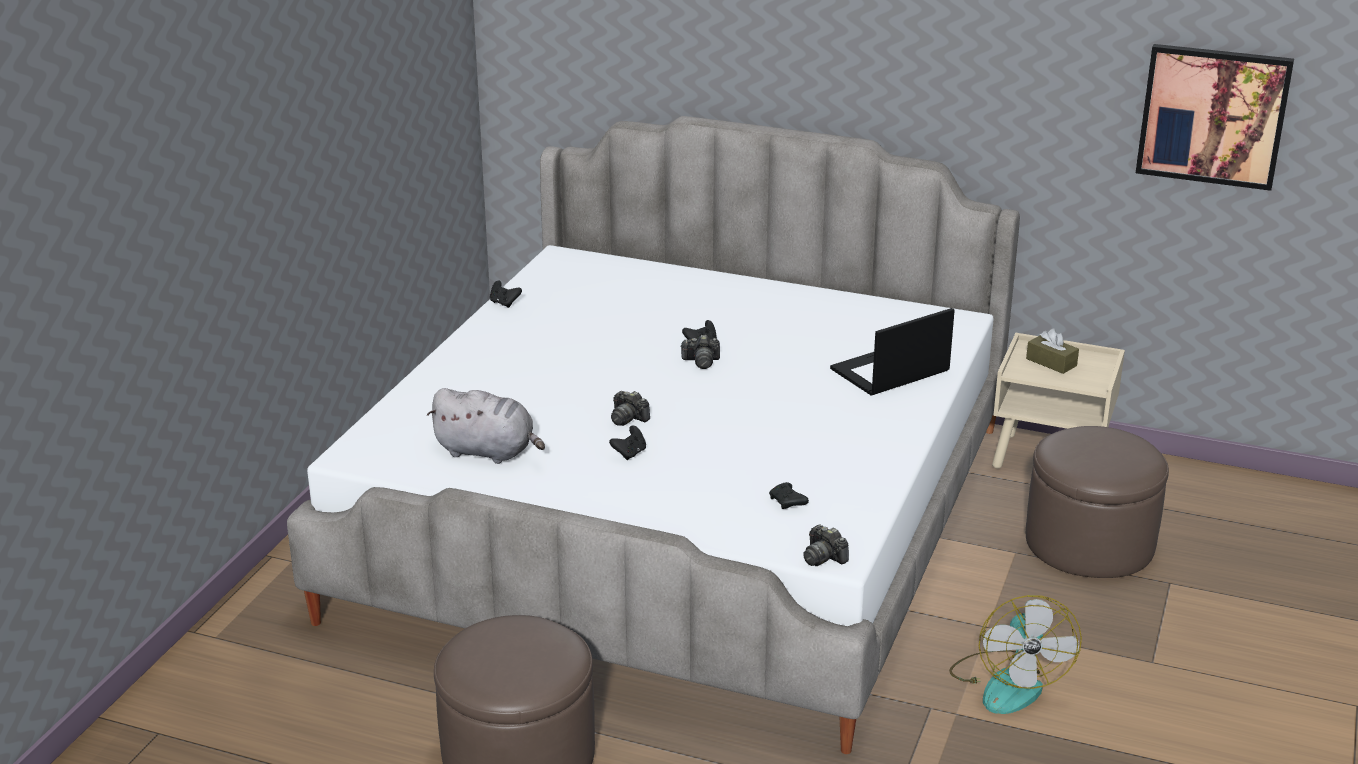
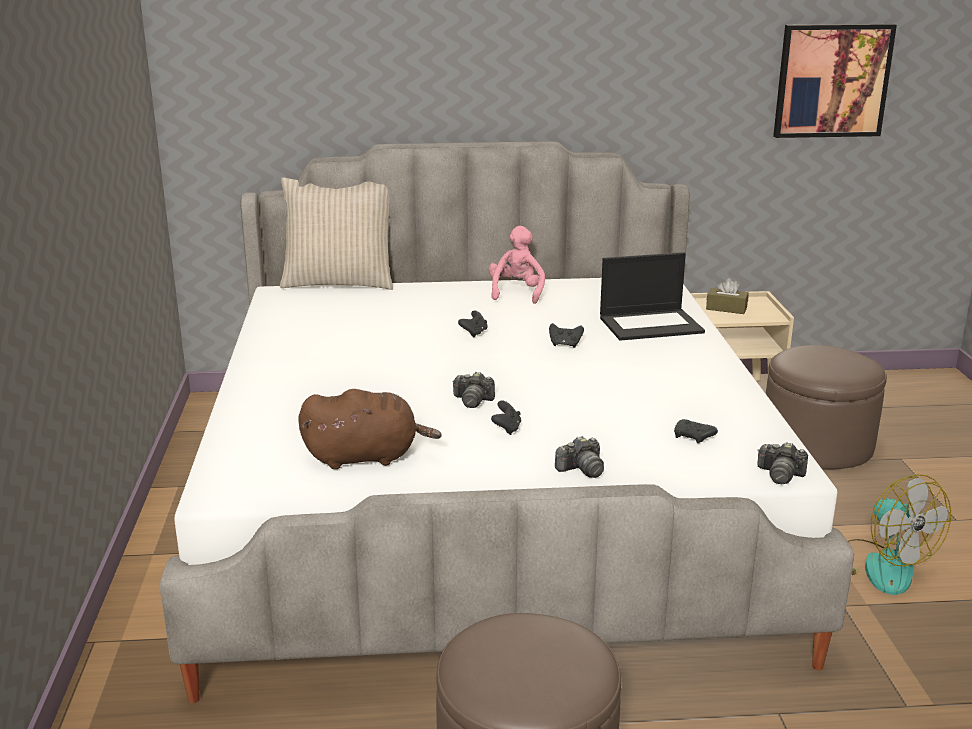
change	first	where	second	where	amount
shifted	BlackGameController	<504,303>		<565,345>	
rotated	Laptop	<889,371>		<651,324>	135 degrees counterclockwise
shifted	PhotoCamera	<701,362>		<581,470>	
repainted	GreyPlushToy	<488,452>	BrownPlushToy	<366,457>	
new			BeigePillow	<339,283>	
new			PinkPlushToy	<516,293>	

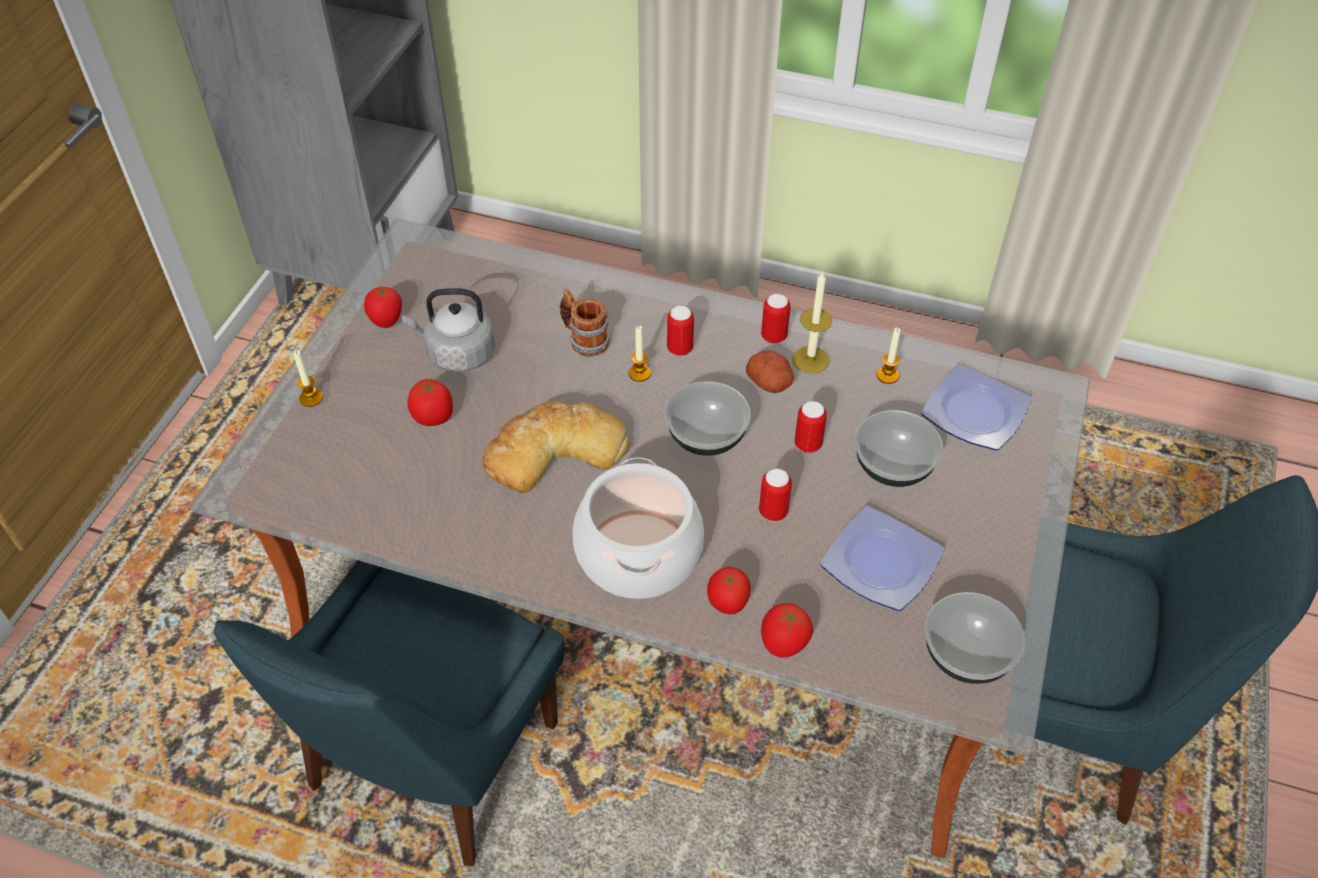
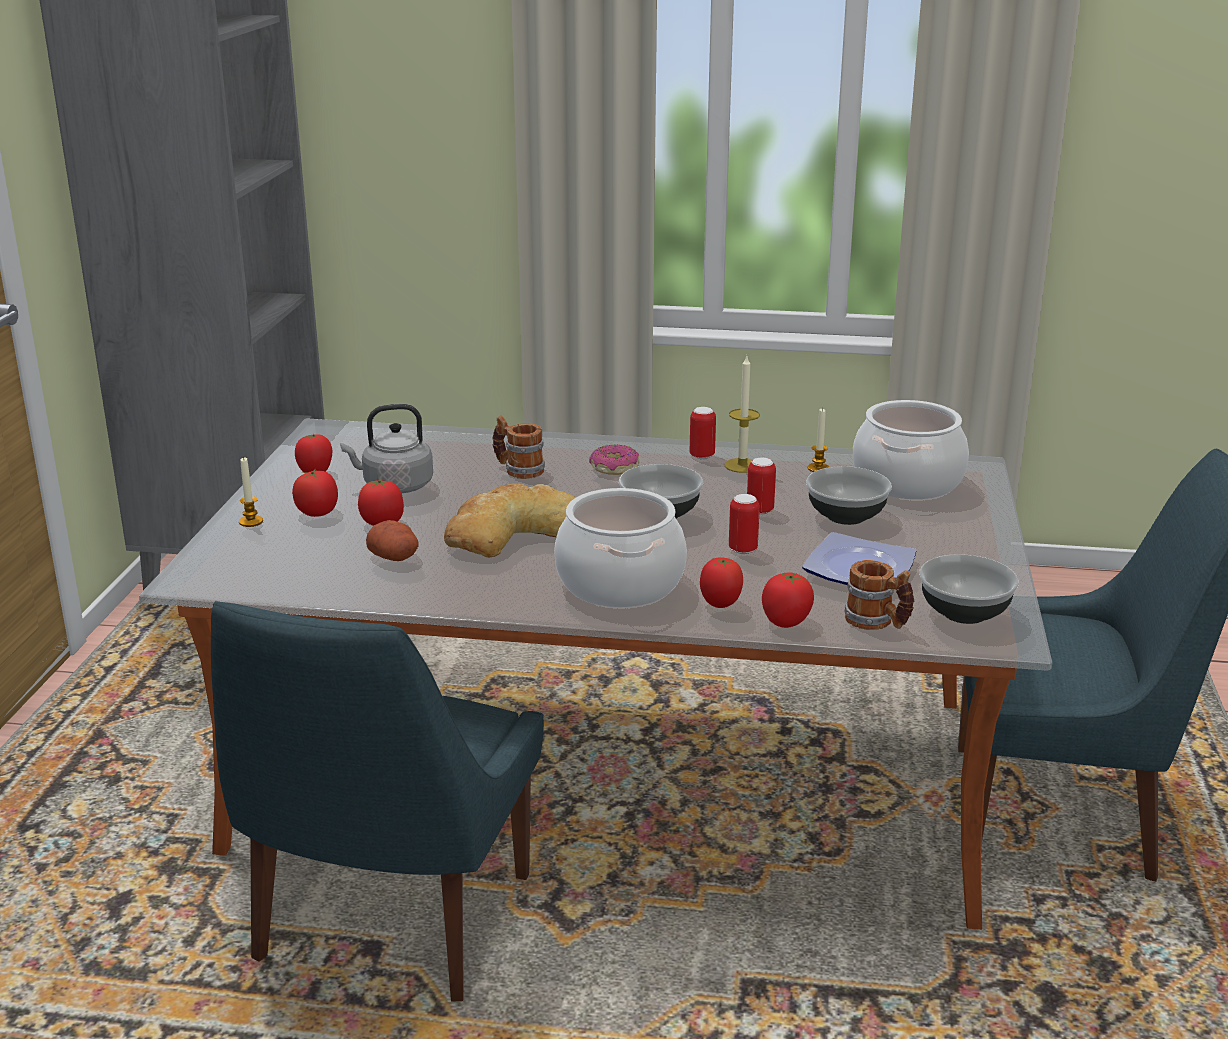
change	first	where	second	where	amount
swapped	Can	<680,348>	Donut	<614,468>	
gone	Candle	<639,373>			
shifted	Potato	<770,383>		<395,557>	
swapped	Plate	<974,411>	CookingPot	<907,481>	
new			Tomato	<318,513>	
new			Mug	<877,622>	

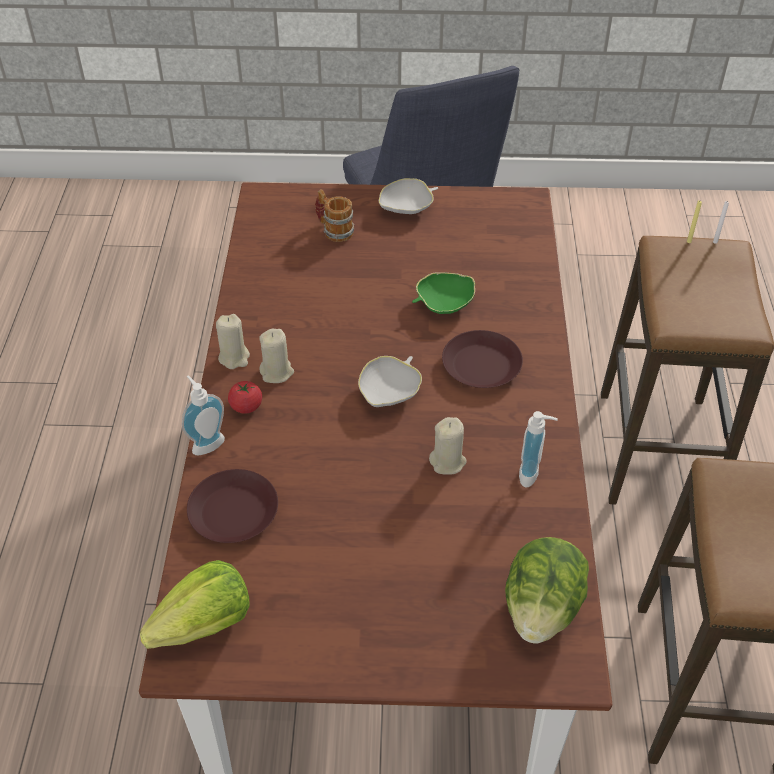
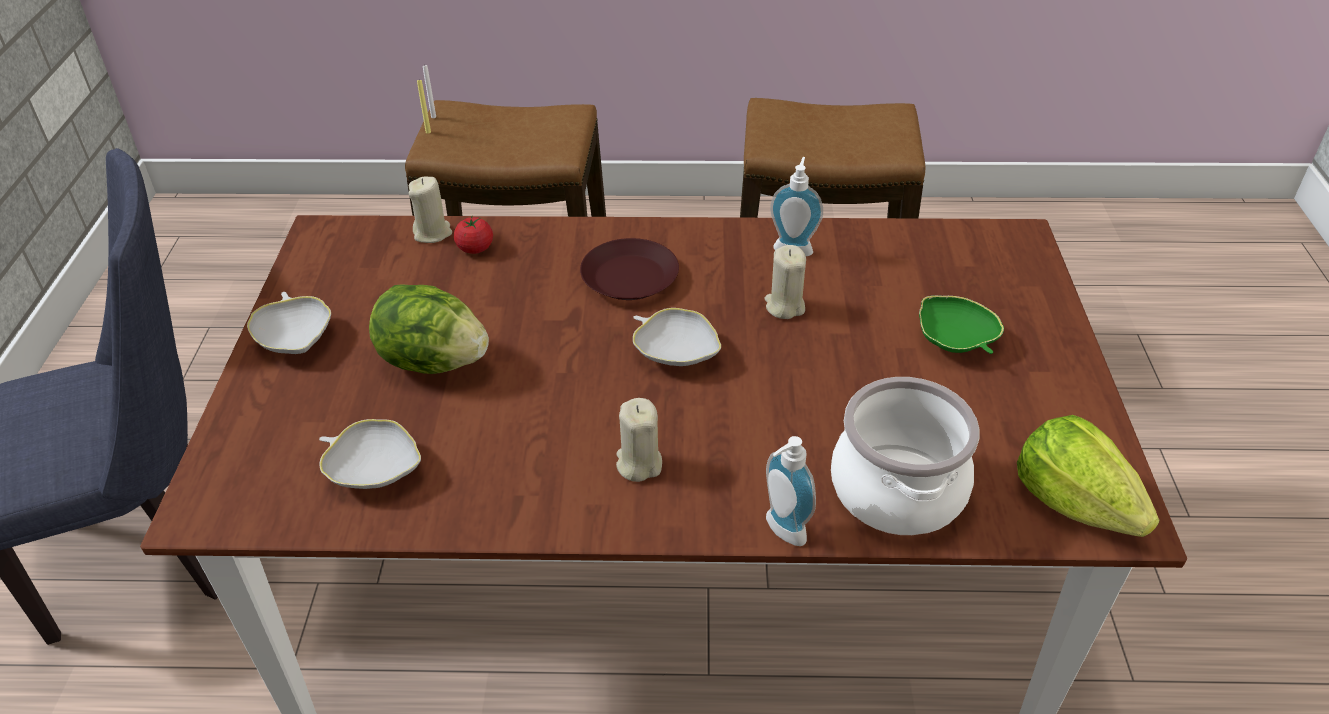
change	first	where	second	where	amount
gone	Mug	<334,230>			
shifted	GreenBowl	<444,303>		<955,341>	
shifted	BeigeCandle	<234,357>		<433,233>	
shifted	Tomato	<246,406>		<475,248>	
swapped	BrownPlate	<234,511>	CookingPot	<896,490>	
shifted	Lettuce	<542,609>		<433,362>	
new			WhiteBowl	<373,470>	

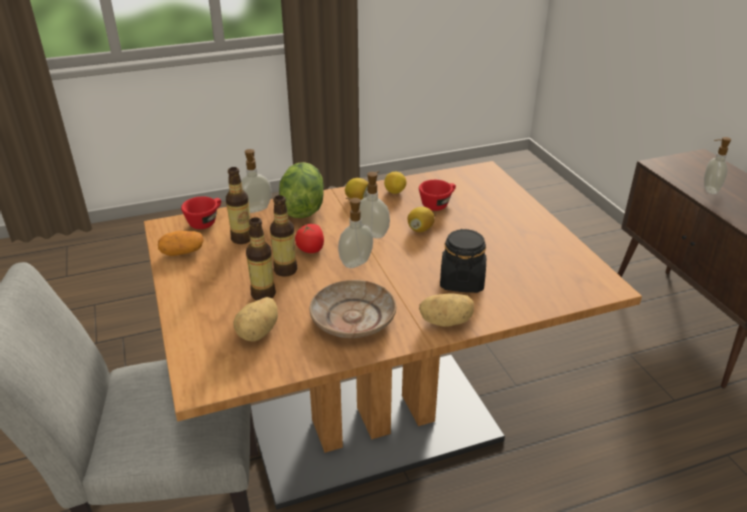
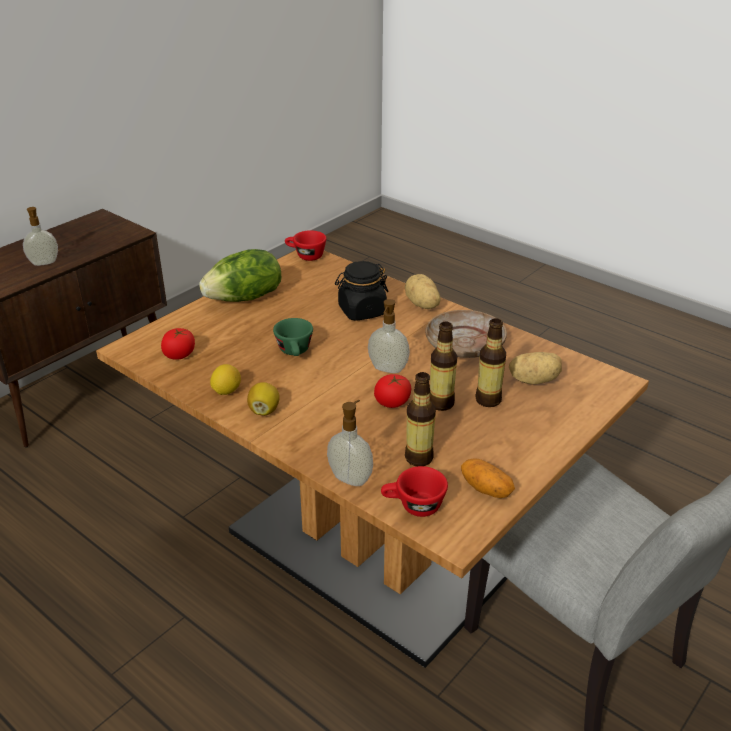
change	first	where	second	where	amount
shifted	Lettuce	<302,208>		<245,298>	
gone	SoapDispenser	<373,233>			
shifted	RedCup	<438,204>		<305,256>	
swapped	Lemon	<420,229>	GreenCup	<295,352>	
new			Tomato	<179,355>	

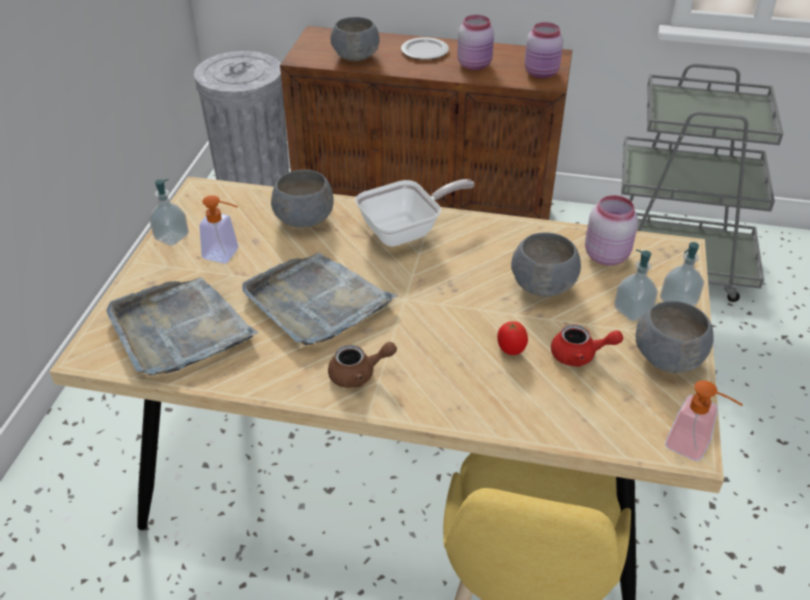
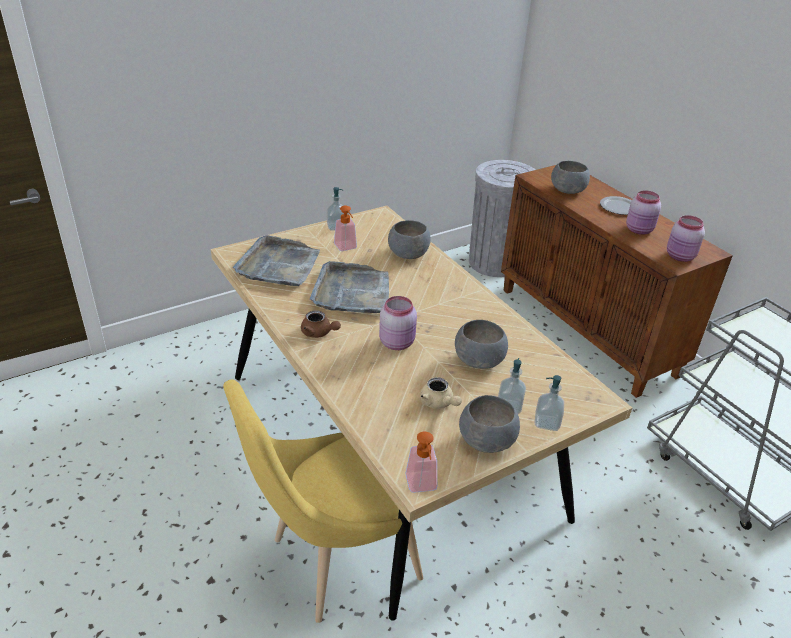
change	first	where	second	where	amount
gone	FryingPan	<406,231>			
shifted	PinkJar	<606,255>		<397,342>	
gone	Tomato	<510,350>			
repainted	RedTeapot	<580,355>	BeigeTeapot	<438,403>	

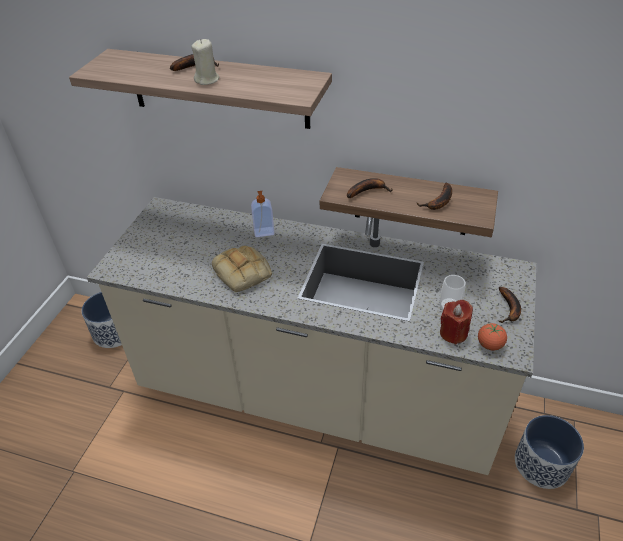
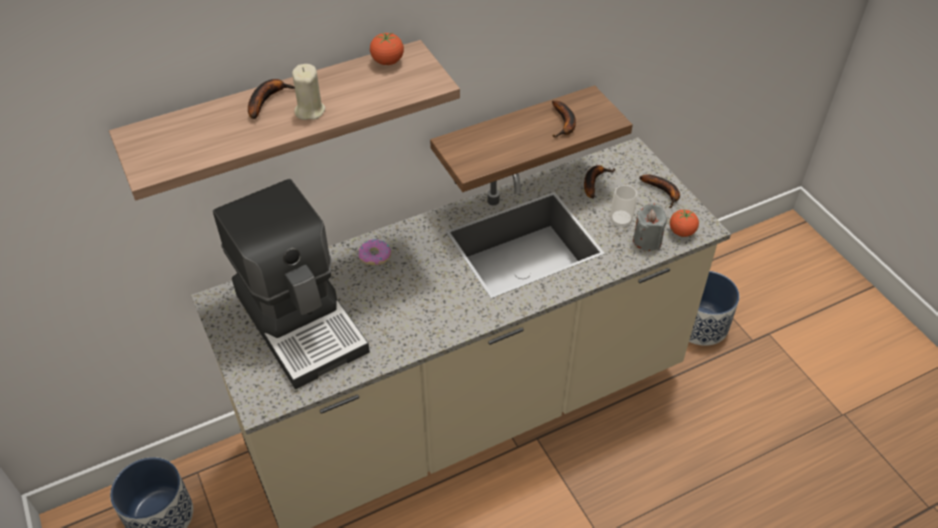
change	first	where	second	where	amount
shifted	Banana	<368,191>		<594,182>	
swapped	SoapDispenser	<264,232>	Donut	<375,256>	
gone	Bread	<243,272>			
repainted	RedCandle	<453,333>	GreyCandle	<647,240>	
new			Tomato	<387,61>	
new			CoffeeMachine	<302,320>	

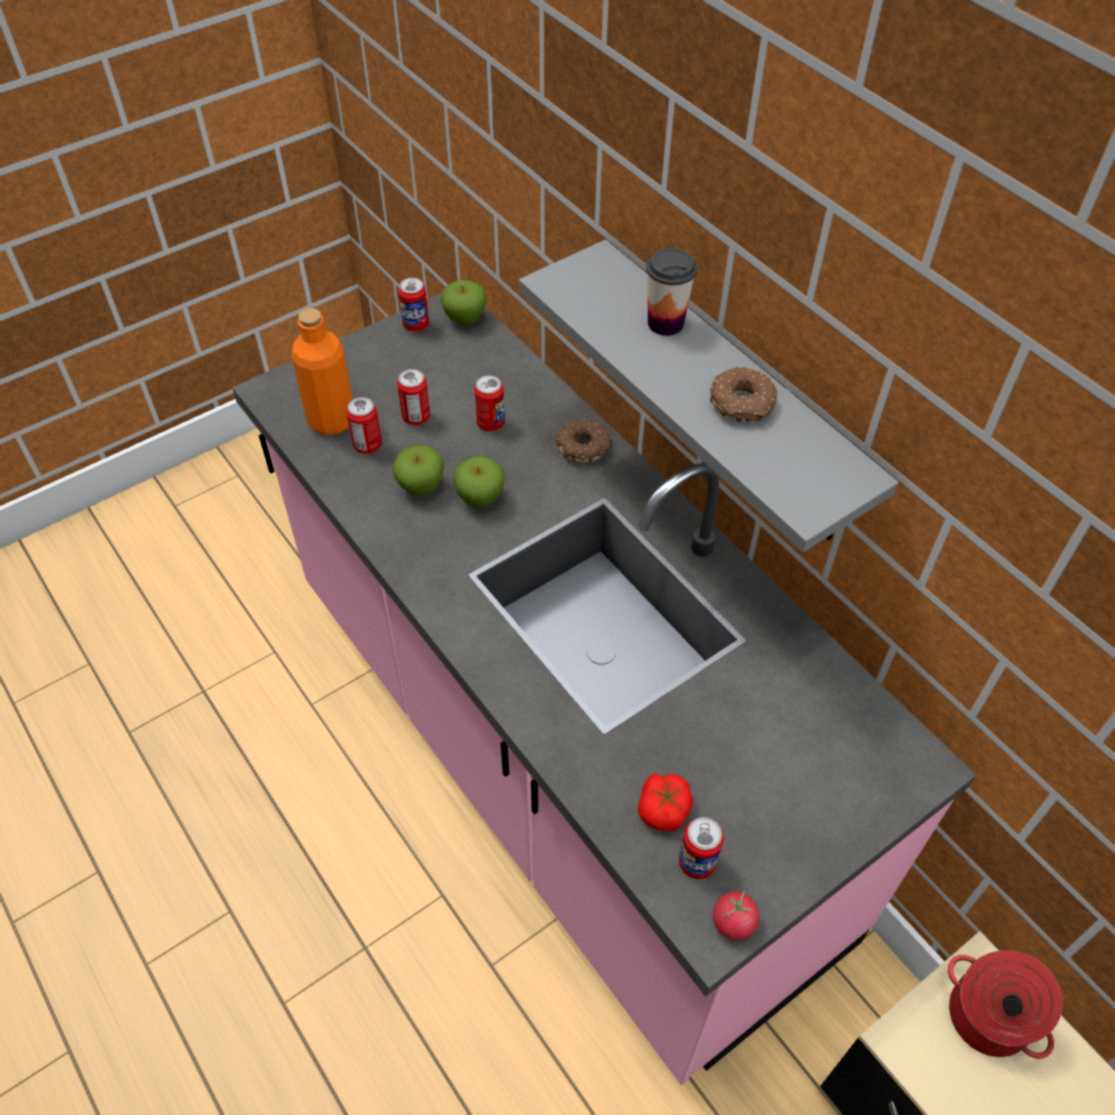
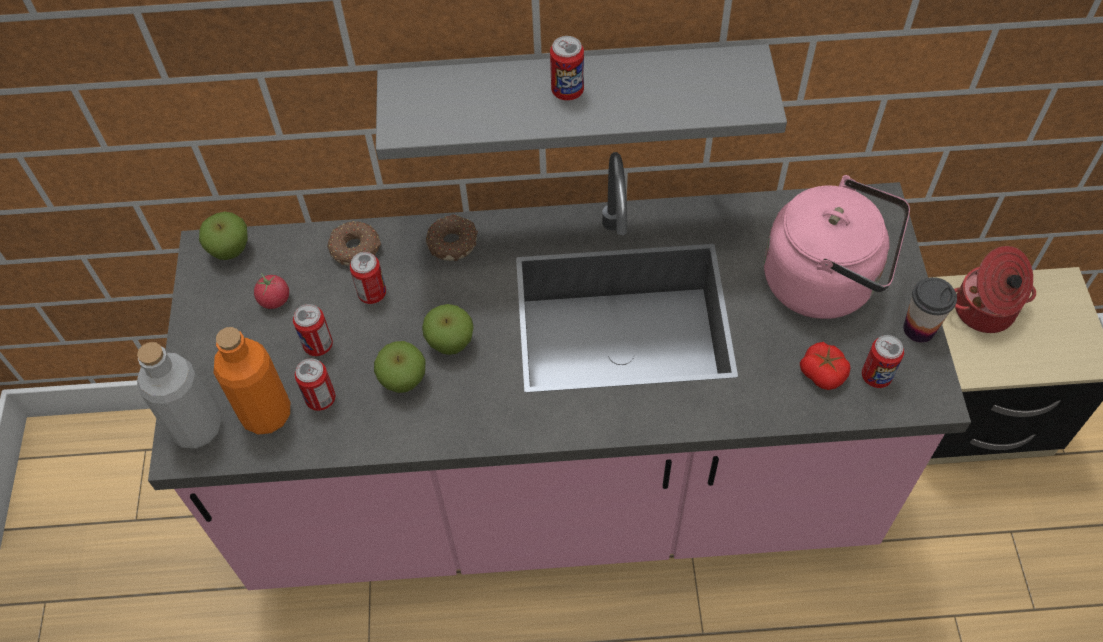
change	first	where	second	where	amount
shifted	Cup	<665,323>		<919,329>	
shifted	Can	<416,325>		<567,91>	
shifted	Donut	<742,404>		<356,249>	
shifted	Tomato	<733,922>		<274,299>	
new			PinkKettle	<826,281>	
new			GreyBottle	<196,427>	

